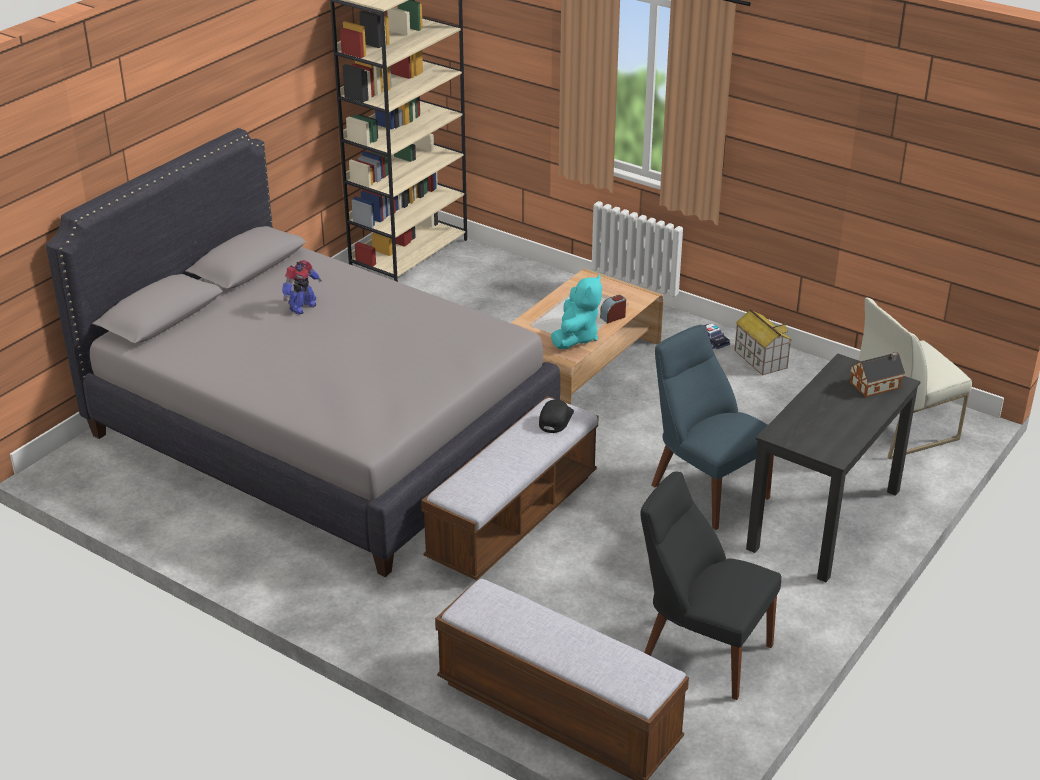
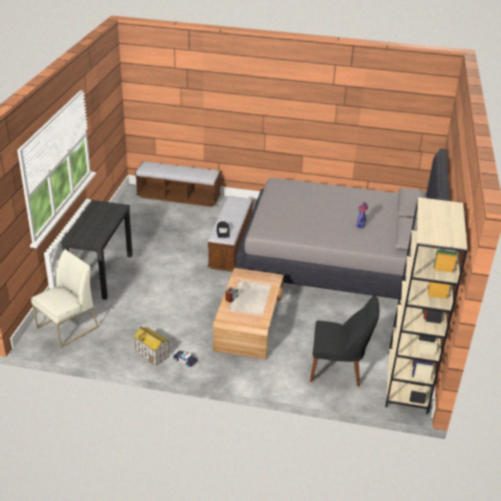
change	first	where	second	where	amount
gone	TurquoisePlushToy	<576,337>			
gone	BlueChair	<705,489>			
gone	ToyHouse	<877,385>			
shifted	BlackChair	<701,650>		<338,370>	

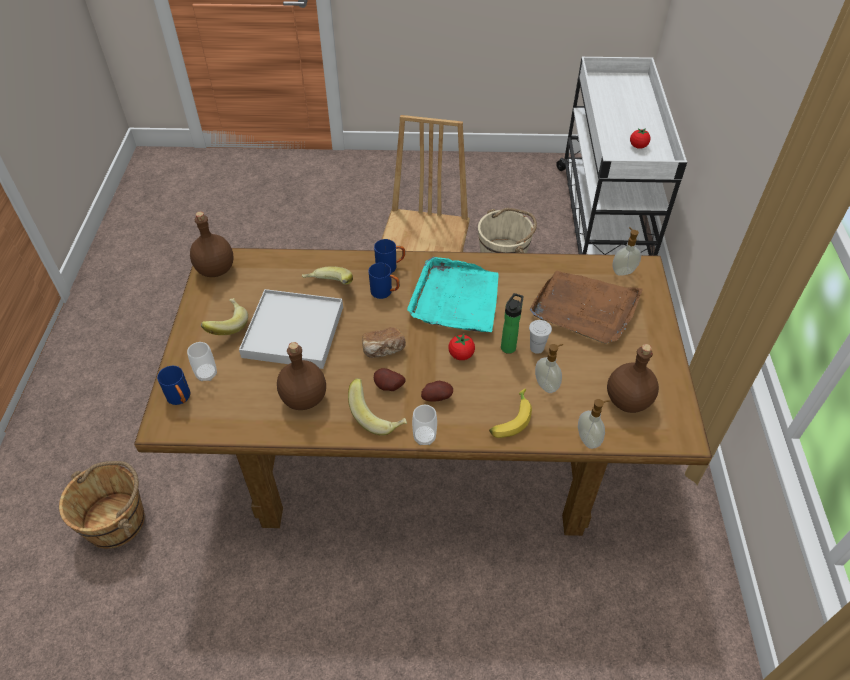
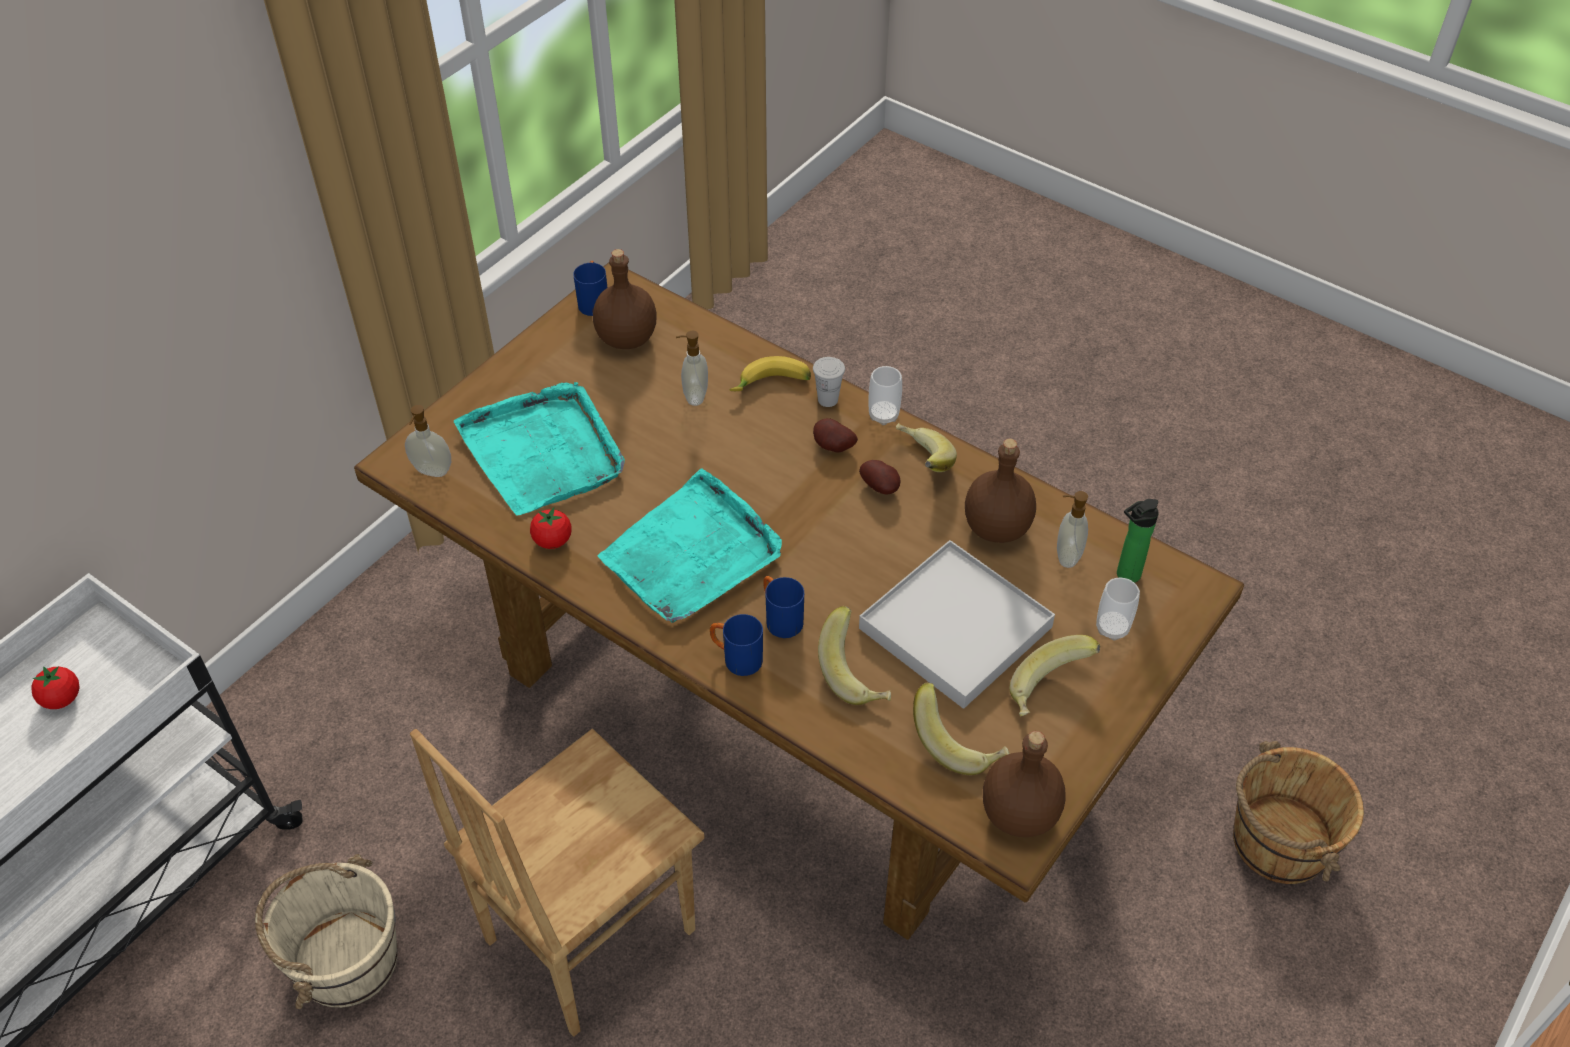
change	first	where	second	where	amount
repainted	BrownTray	<585,308>	TurquoiseTray	<544,452>	
shifted	Bottle	<509,346>		<1125,576>	
shifted	WhiteCup	<536,348>		<828,399>	
gone	Bread	<384,350>			
shifted	Tomato	<461,355>		<552,541>	
shifted	BlueMug	<181,399>		<593,301>	
shifted	SoapDispenser	<588,439>		<1066,555>	
new			Banana	<958,743>	

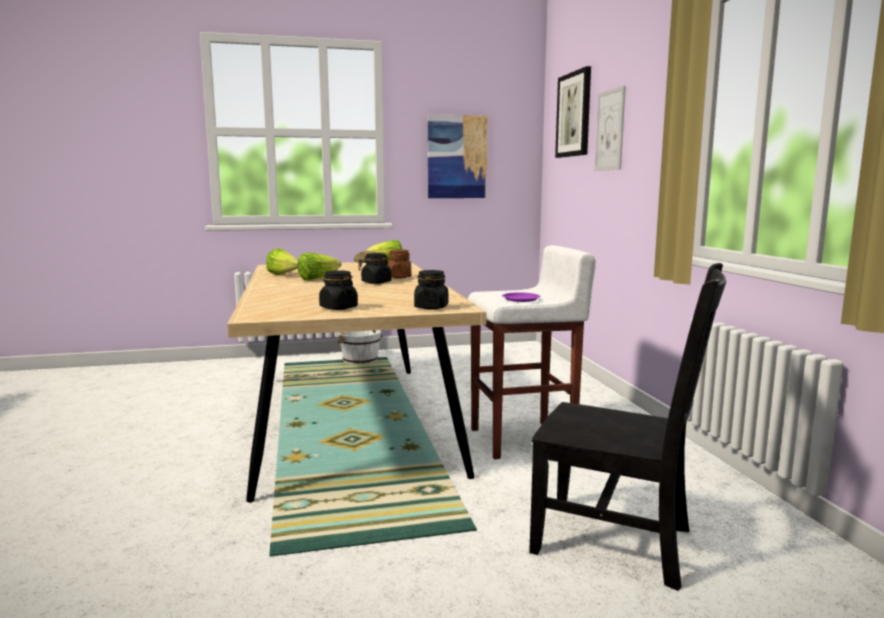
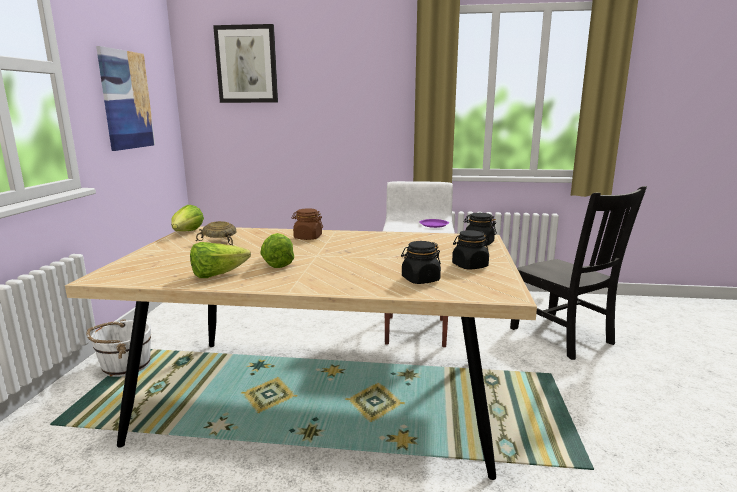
change	first	where	second	where	amount
gone	Picture	<609,130>			
shifted	BlackJar	<376,282>		<420,280>	
rotated	BlackChair	<618,542>		<563,337>	105 degrees clockwise

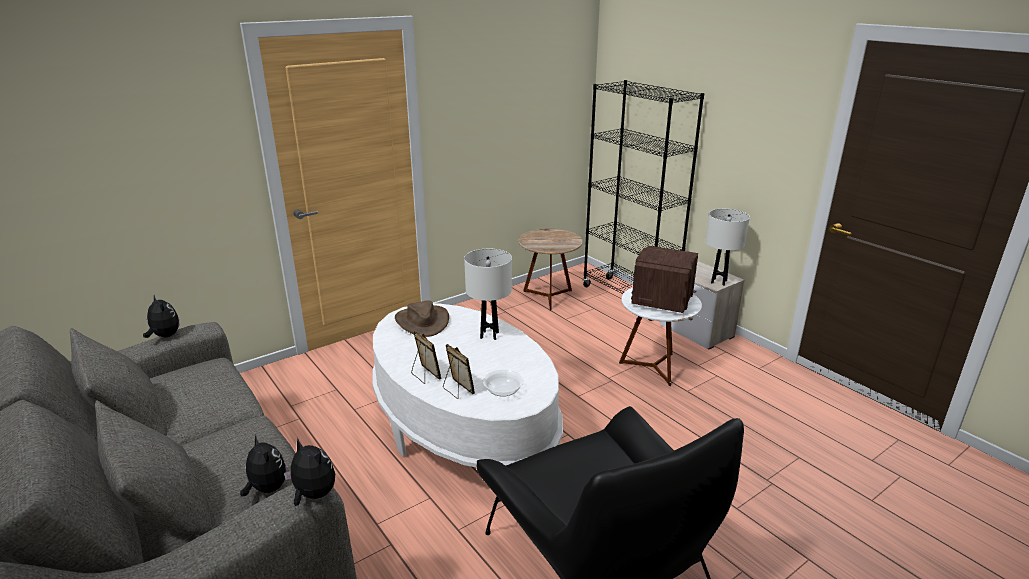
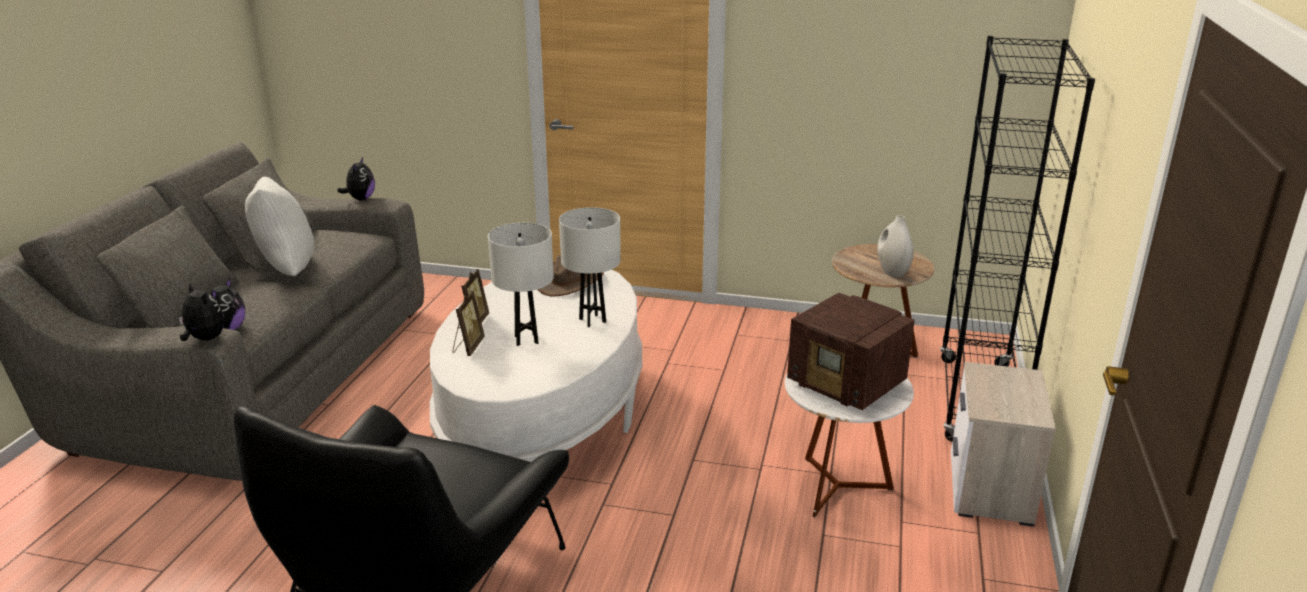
change	first	where	second	where	amount
shifted	WhiteTableLamp	<719,281>		<526,339>	
rotated	Radio	<661,301>		<847,385>	120 degrees counterclockwise
gone	Bowl	<503,391>			
rotated	PlushToy	<313,495>		<204,339>	45 degrees counterclockwise
new			WhitePillow	<285,270>	
new			WhiteVase	<892,272>	

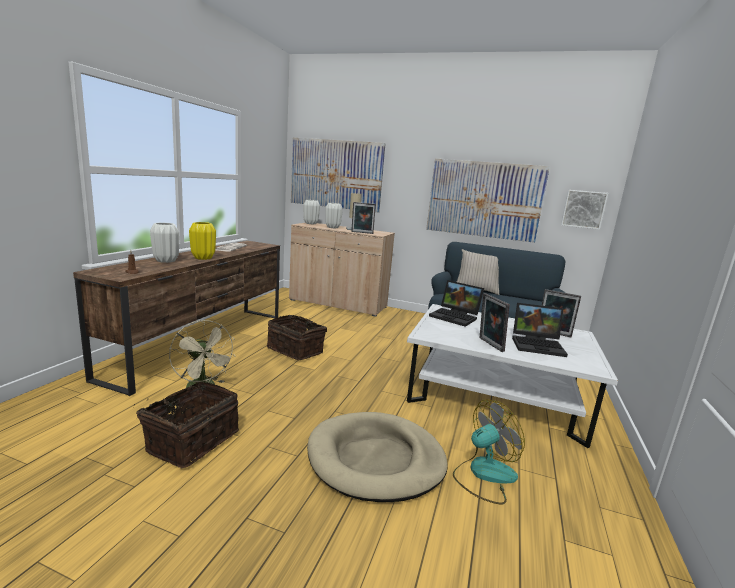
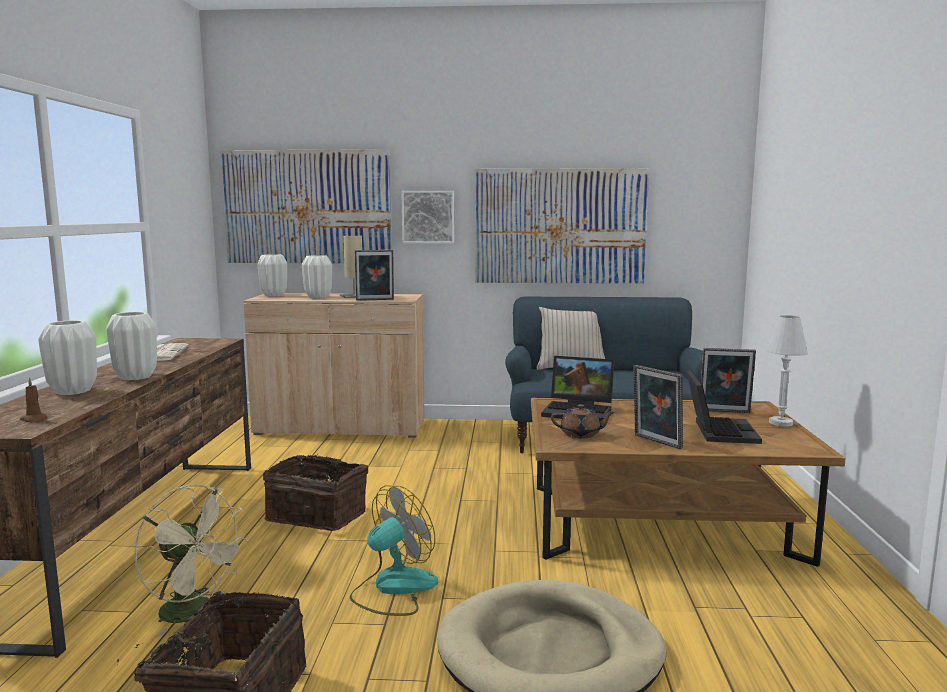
change	first	where	second	where	amount
shifted	Picture	<583,209>		<428,217>	
repainted	YellowVase	<203,258>	WhiteVase	<135,377>	
rotated	Laptop	<538,345>		<717,431>	75 degrees counterclockwise
repainted	WhiteCoffeeTable	<495,395>	BrownCoffeeTable	<661,522>	
shifted	Fan	<484,475>		<393,588>	
new			WhiteTableLamp	<780,423>	
new			BrownTeapot	<581,434>	

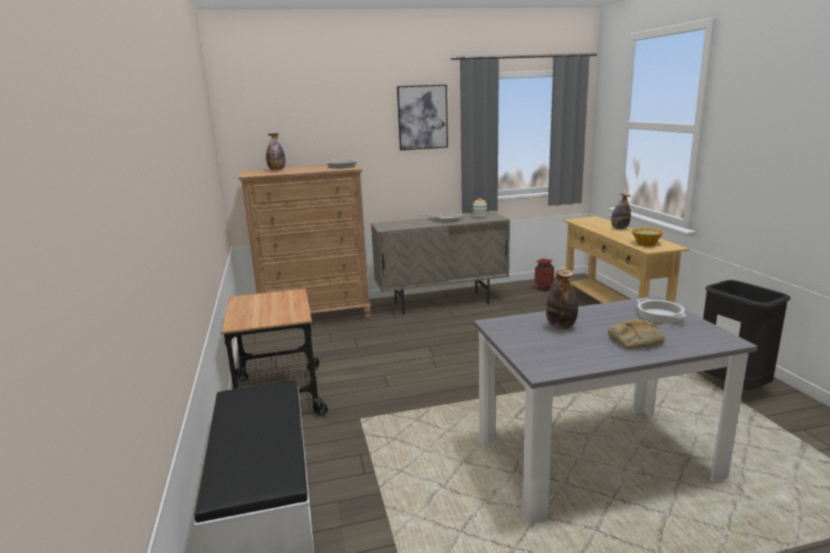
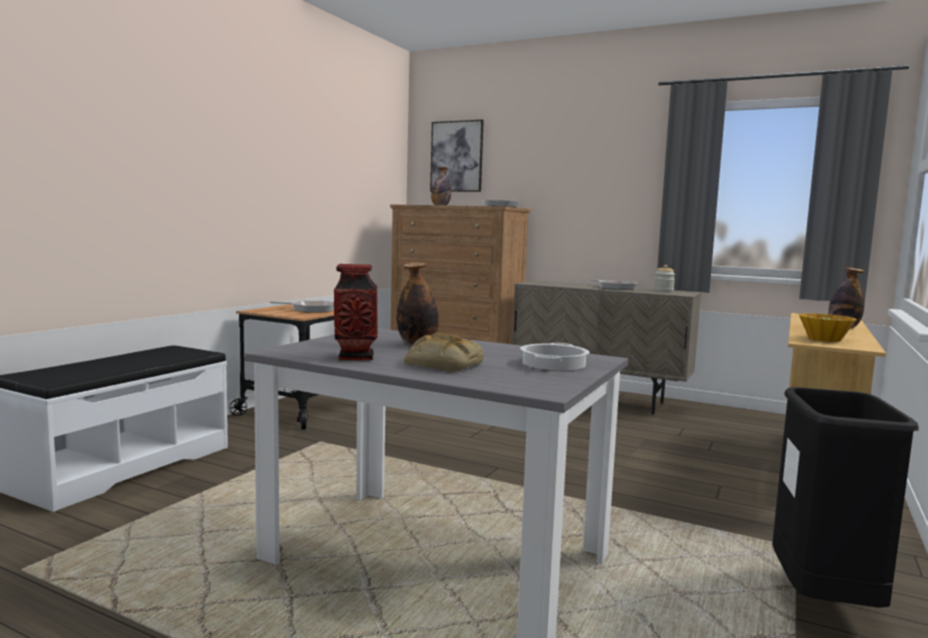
change	first	where	second	where	amount
shifted	Picture	<422,117>		<457,156>	
shifted	Vase	<543,289>		<356,357>	
new			FryingPan	<310,310>	

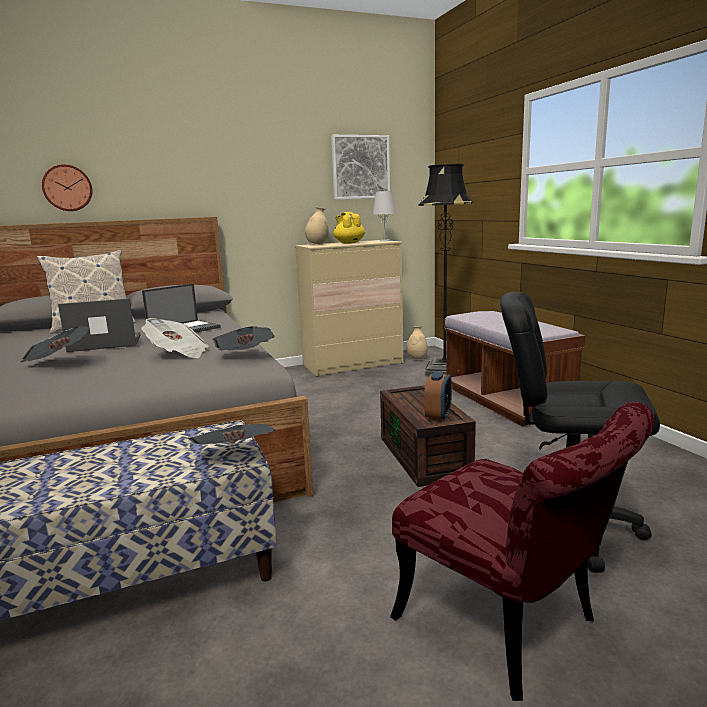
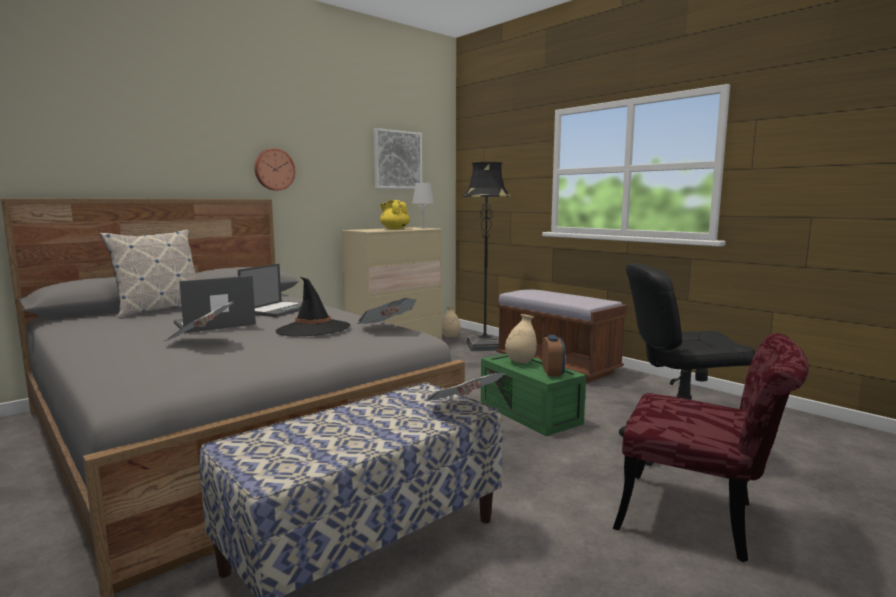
change	first	where	second	where	amount
shifted	WallClock	<67,188>		<274,169>	
shifted	BeigeVase	<317,244>		<520,362>	
swapped	Newspaper	<178,354>	BlackHat	<313,329>	
repainted	BrownStorageBox	<426,457>	GreenStorageBox	<532,413>	

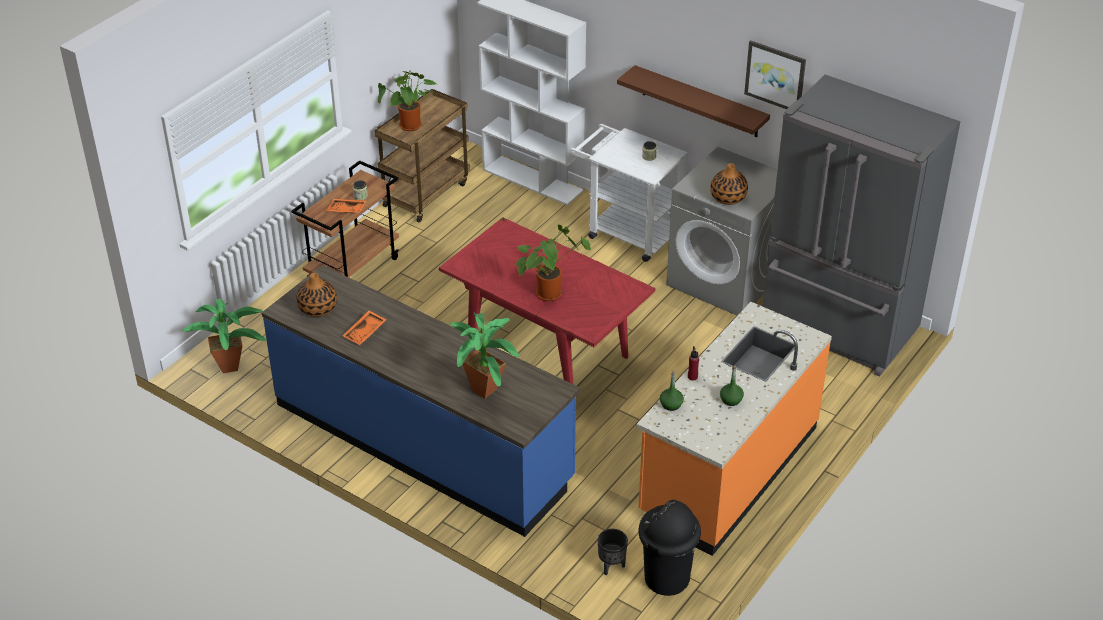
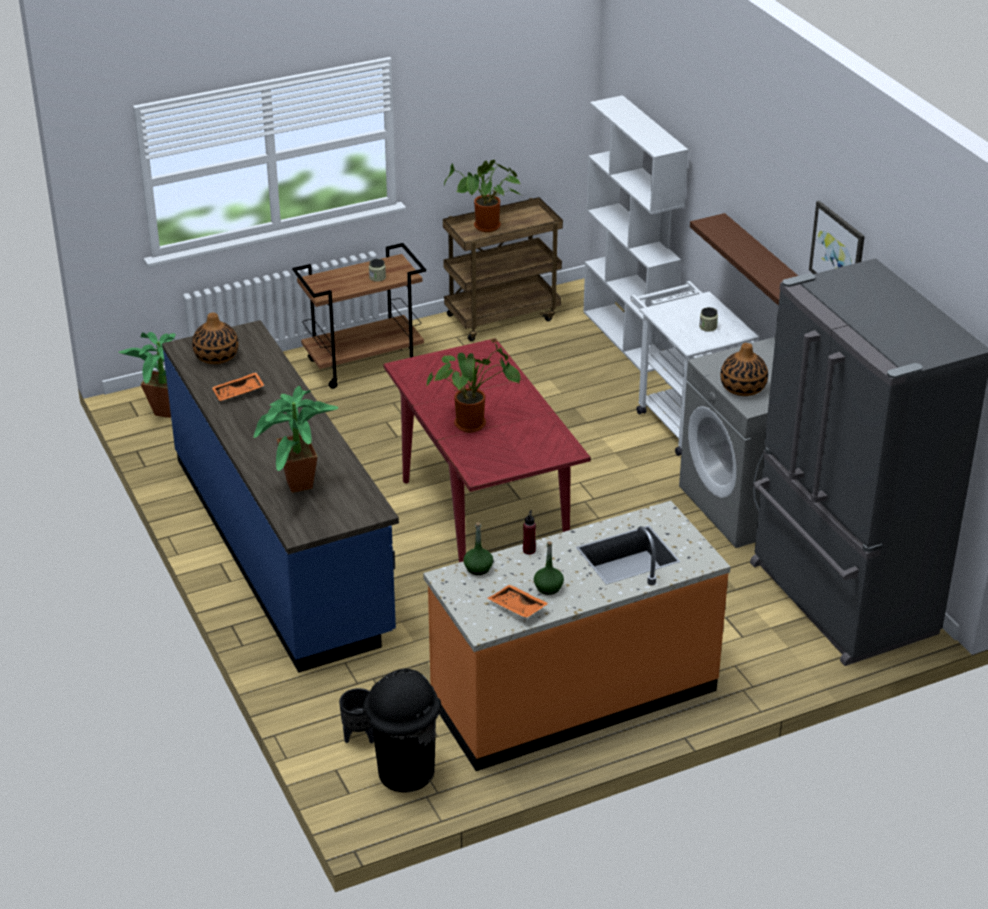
change	first	where	second	where	amount
shifted	OrangeTray	<346,210>		<516,608>	

